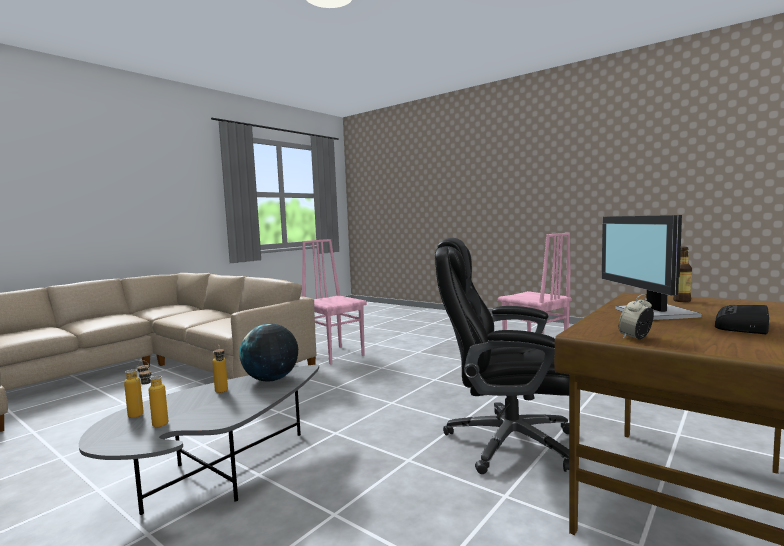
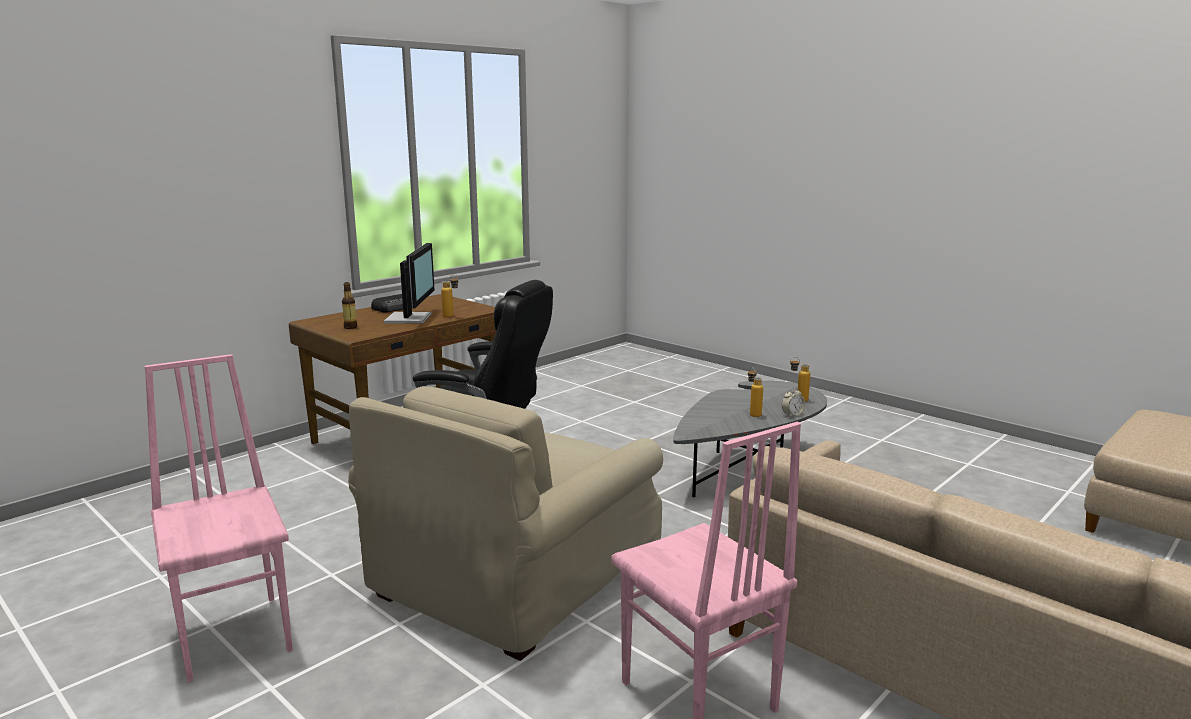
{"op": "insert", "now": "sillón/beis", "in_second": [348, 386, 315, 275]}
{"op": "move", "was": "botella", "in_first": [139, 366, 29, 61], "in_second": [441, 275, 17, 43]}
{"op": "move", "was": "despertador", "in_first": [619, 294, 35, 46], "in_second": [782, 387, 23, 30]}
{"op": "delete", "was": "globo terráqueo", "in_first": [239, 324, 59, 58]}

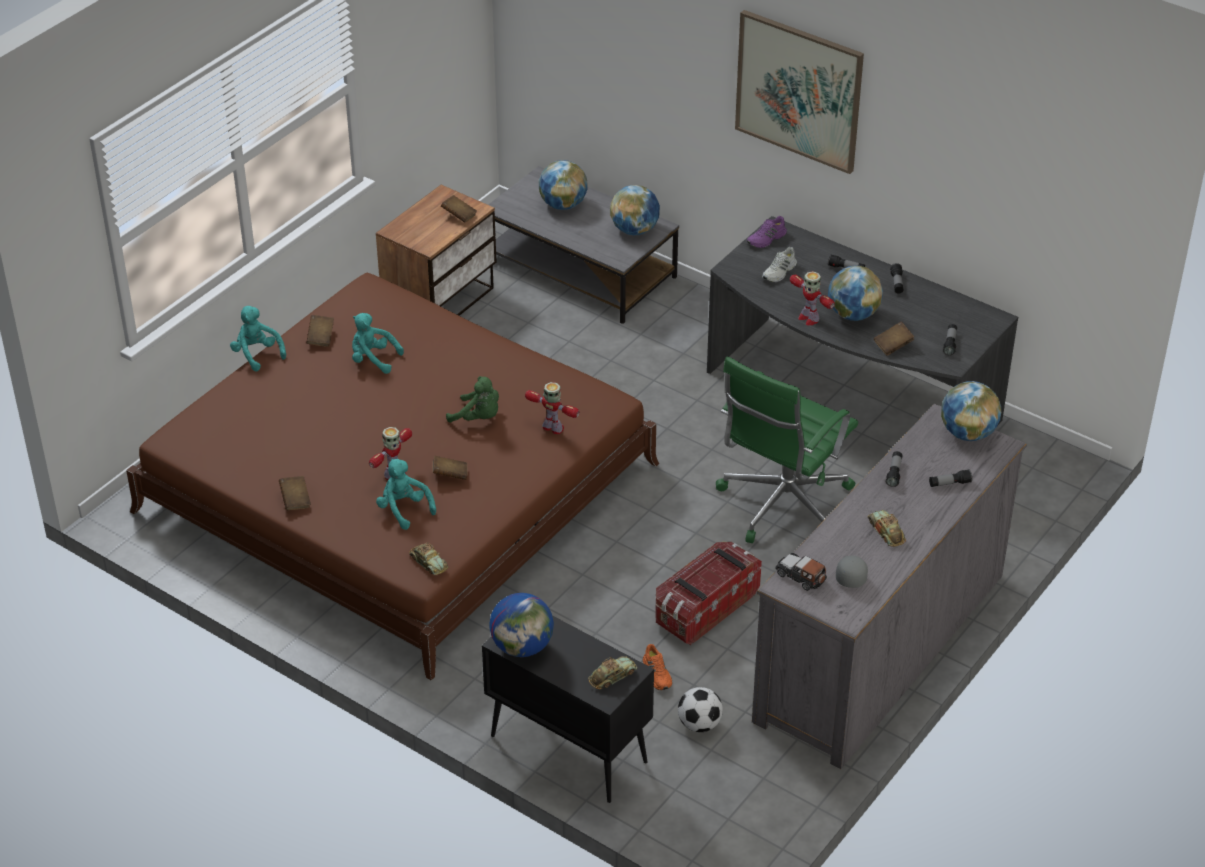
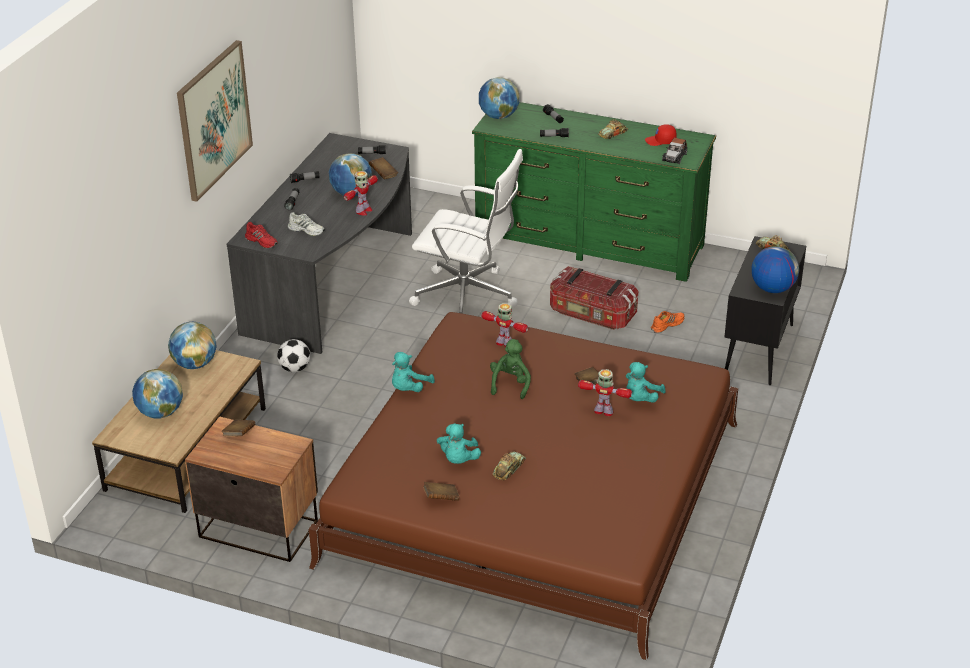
{"op": "recolor", "was": "mesa de centro/gris", "now": "mesa de centro/marrón", "in_first": [488, 166, 191, 158], "in_second": [92, 350, 174, 163]}
{"op": "recolor", "was": "zapato/morado", "now": "zapato/rojo", "in_first": [747, 216, 40, 32], "in_second": [245, 222, 33, 26]}
{"op": "move", "was": "balón de fútbol", "in_first": [678, 687, 45, 45], "in_second": [277, 339, 33, 33]}
{"op": "move", "was": "peluche/turquesa", "in_first": [230, 306, 56, 66], "in_second": [392, 352, 43, 40]}
{"op": "recolor", "was": "silla de oficina/verde", "now": "silla de oficina/blanco", "in_first": [716, 356, 142, 187], "in_second": [409, 149, 114, 165]}
{"op": "recolor", "was": "cómoda/gris", "now": "cómoda/verde", "in_first": [752, 404, 275, 365], "in_second": [472, 102, 244, 180]}
{"op": "rotate", "was": "robot de juguete", "in_first": [525, 382, 55, 52], "in_second": [481, 303, 47, 44], "clockwise": 105}
{"op": "move", "was": "coche de juguete", "in_first": [409, 542, 39, 33], "in_second": [492, 451, 34, 29]}
{"op": "recolor", "was": "gorra/gris", "now": "gorra/rojo", "in_first": [836, 556, 32, 32], "in_second": [645, 124, 32, 22]}
{"op": "delete", "was": "libro/marrón", "in_first": [279, 476, 32, 34]}

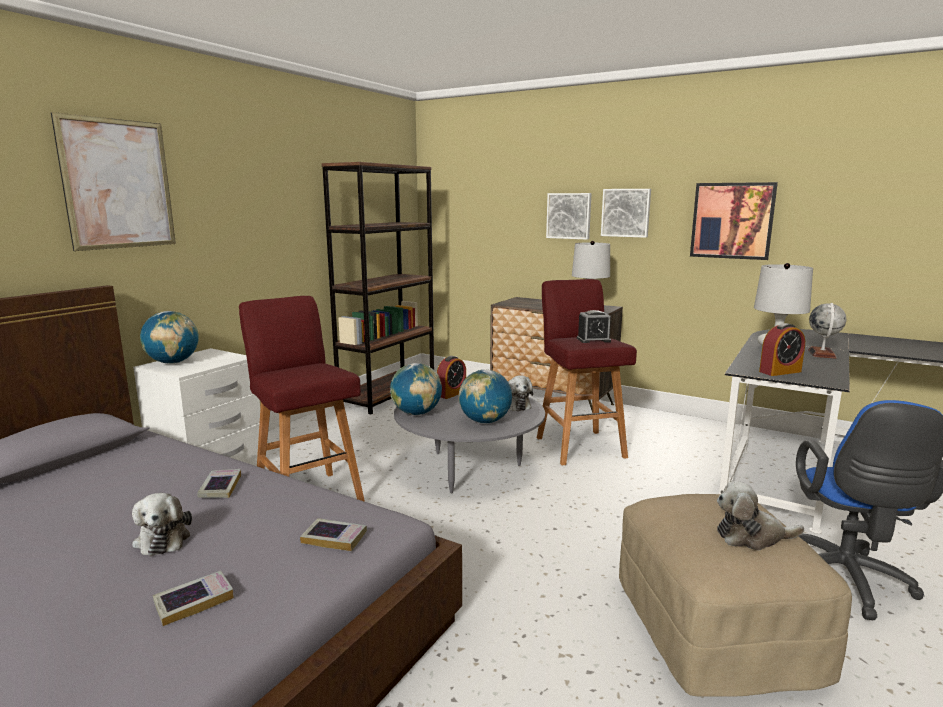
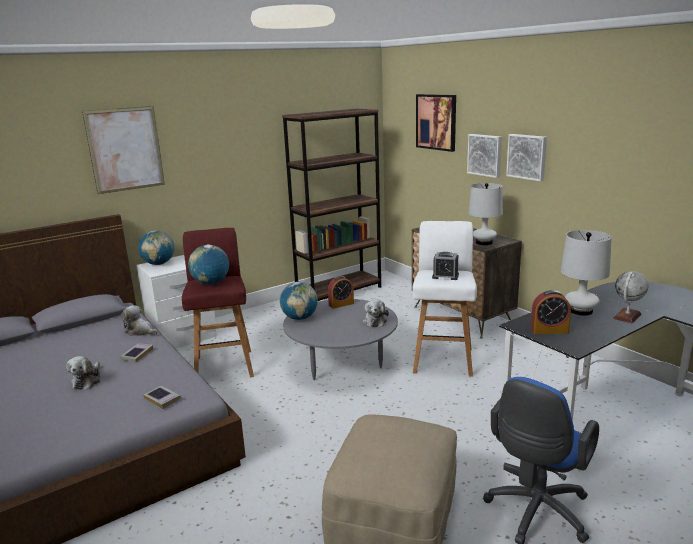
{"op": "move", "was": "peluche", "in_first": [717, 481, 87, 70], "in_second": [121, 305, 37, 31]}
{"op": "move", "was": "globo terráqueo", "in_first": [458, 369, 54, 55], "in_second": [188, 244, 41, 41]}
{"op": "recolor", "was": "taburete/rojo", "now": "taburete/blanco", "in_first": [537, 279, 100, 187], "in_second": [412, 221, 65, 156]}
{"op": "move", "was": "cuadro", "in_first": [690, 182, 88, 78], "in_second": [416, 94, 40, 58]}
{"op": "delete", "was": "libro", "in_first": [153, 571, 81, 55]}

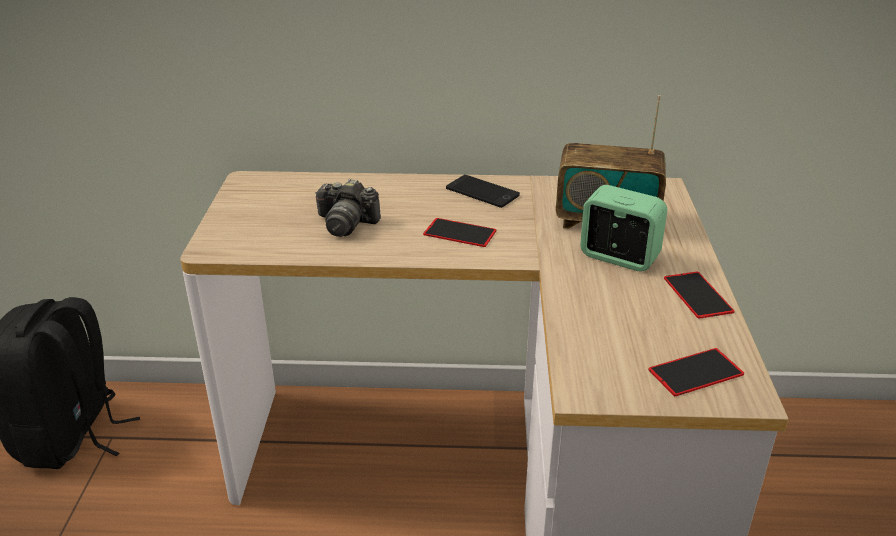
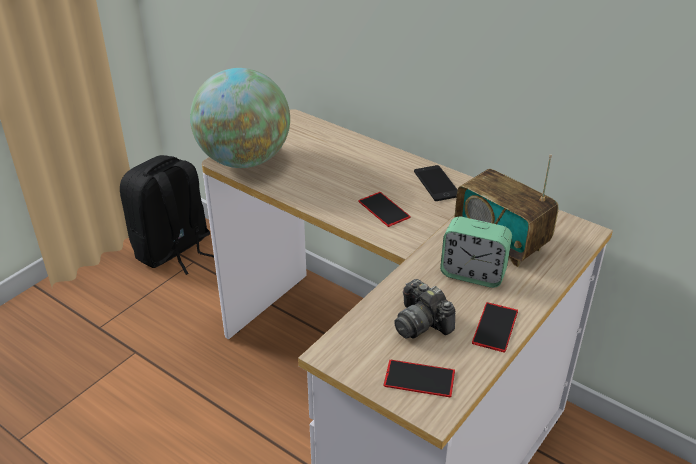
{"op": "insert", "now": "globo terráqueo", "in_second": [190, 68, 100, 100]}
{"op": "move", "was": "cámara", "in_first": [315, 179, 66, 58], "in_second": [394, 279, 61, 59]}
{"op": "rotate", "was": "despertador", "in_first": [580, 185, 87, 86], "in_second": [440, 217, 72, 71], "clockwise": 135}

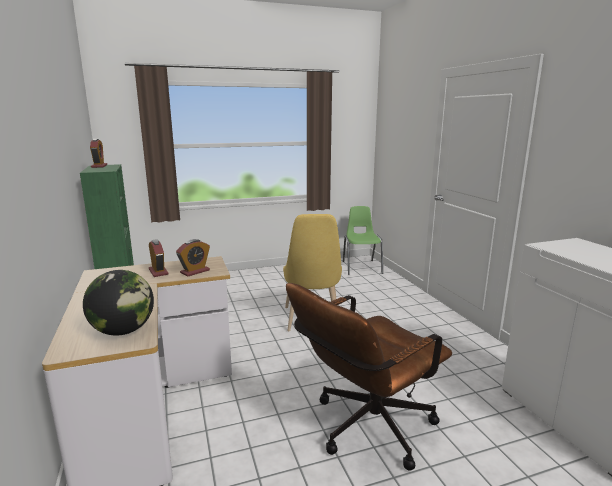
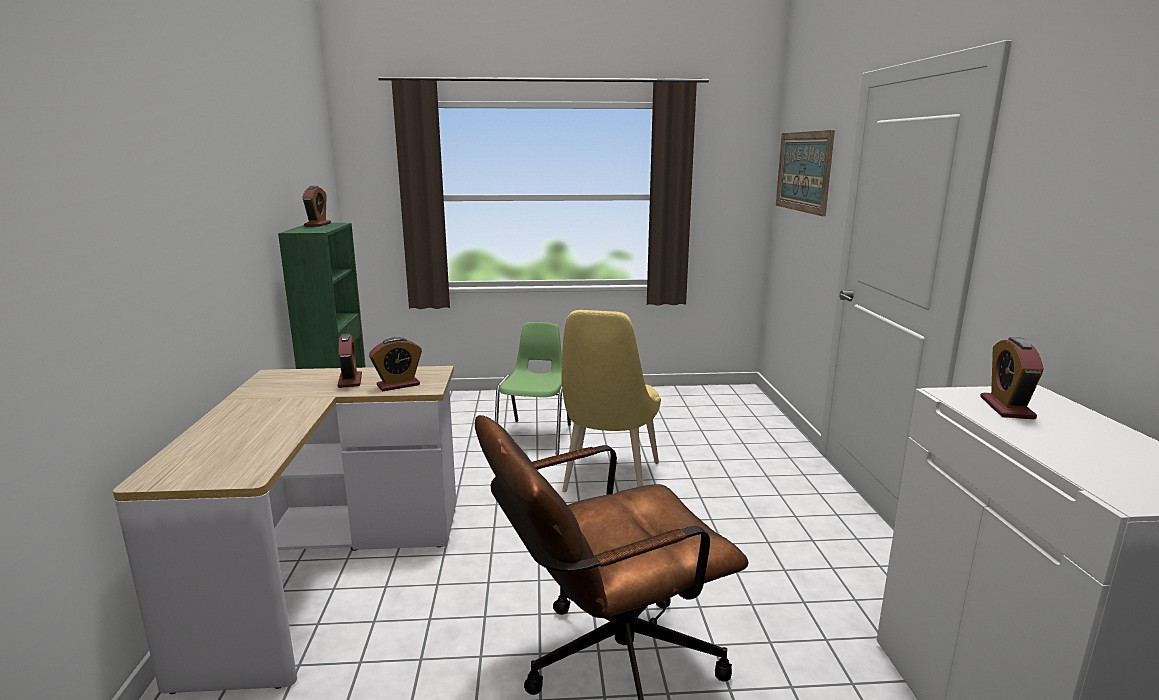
{"op": "move", "was": "silla/verde", "in_first": [343, 206, 40, 69], "in_second": [495, 322, 76, 133]}
{"op": "insert", "now": "cuadro", "in_second": [776, 130, 59, 86]}
{"op": "insert", "now": "despertador", "in_second": [980, 337, 64, 82]}
{"op": "delete", "was": "globo terráqueo", "in_first": [83, 270, 71, 66]}

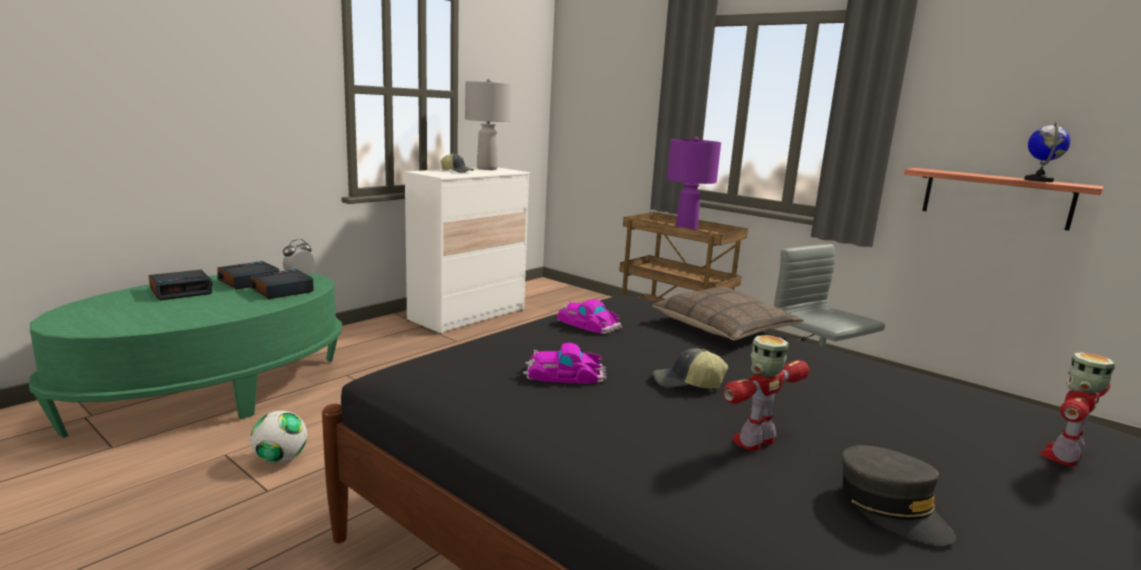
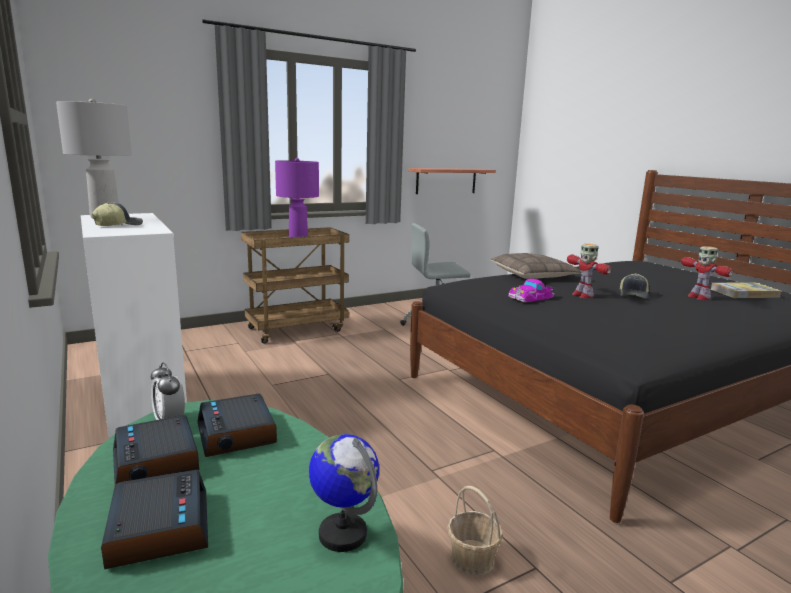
{"op": "move", "was": "globo terráqueo", "in_first": [1025, 121, 45, 61], "in_second": [309, 434, 70, 118]}
{"op": "replace", "was": "balón de fútbol", "now": "cesta", "in_first": [250, 411, 57, 53], "in_second": [447, 486, 56, 90]}
{"op": "move", "was": "robot de juguete", "in_first": [1039, 352, 76, 114], "in_second": [567, 244, 45, 54]}
{"op": "replace", "was": "gorra/gris", "now": "libro", "in_first": [842, 445, 114, 100], "in_second": [711, 283, 70, 15]}
{"op": "delete", "was": "coche de juguete", "in_first": [523, 343, 84, 40]}

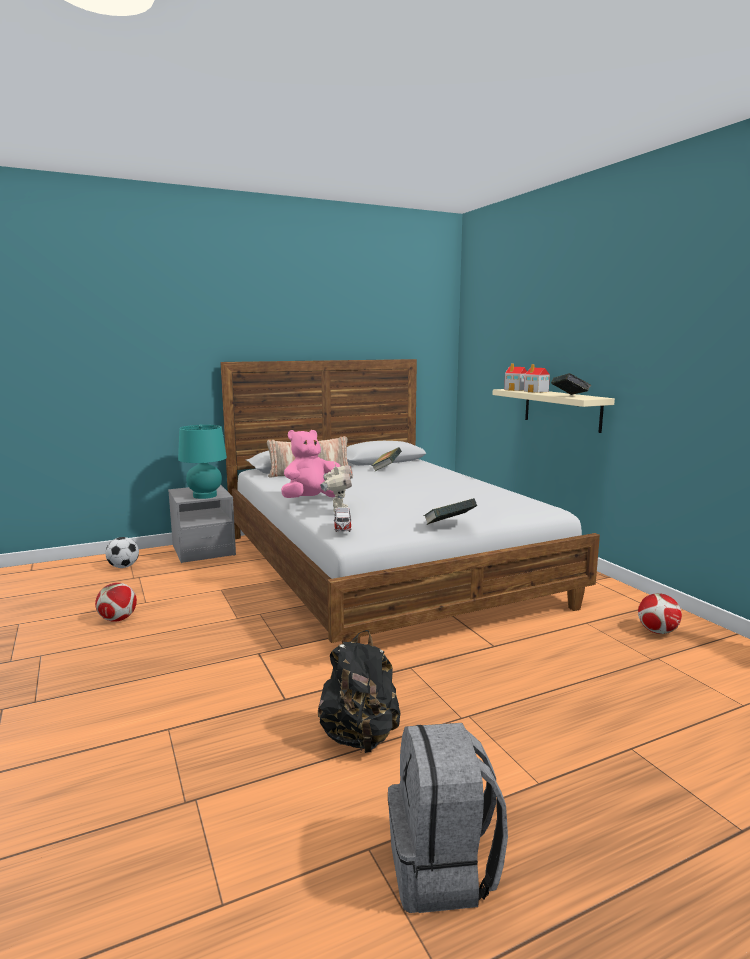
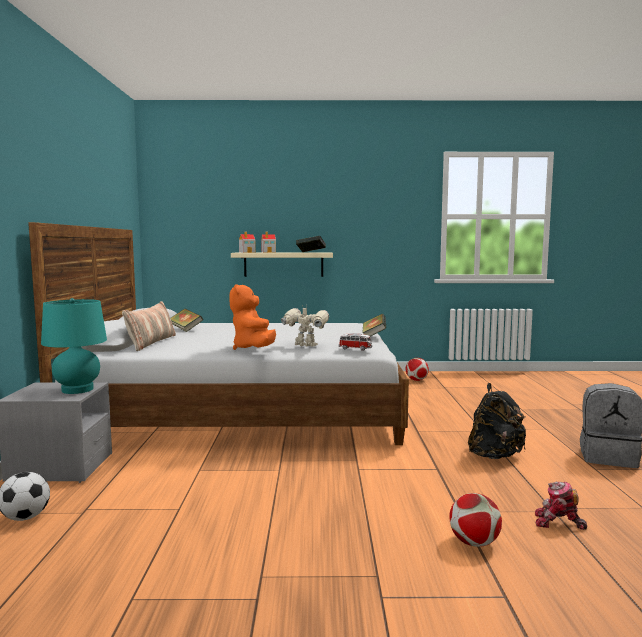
{"op": "recolor", "was": "peluche/rosa", "now": "peluche/naranja", "in_first": [281, 430, 59, 68], "in_second": [229, 284, 47, 66]}
{"op": "move", "was": "balón de fútbol", "in_first": [95, 583, 42, 39], "in_second": [449, 493, 53, 54]}
{"op": "insert", "now": "robot de juguete", "in_second": [535, 482, 52, 48]}

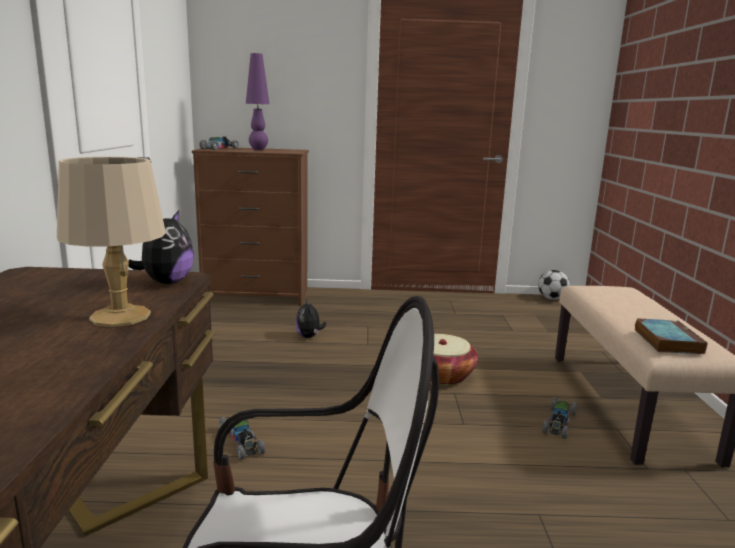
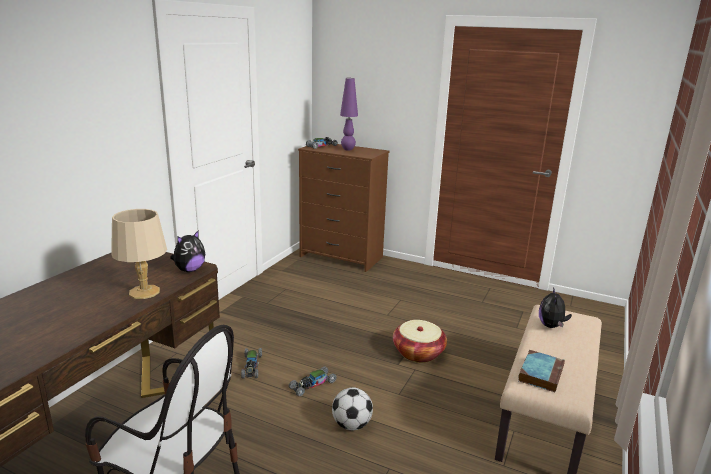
{"op": "move", "was": "coche de juguete", "in_first": [542, 397, 35, 42], "in_second": [289, 367, 48, 29]}
{"op": "move", "was": "balón de fútbol", "in_first": [538, 270, 32, 30], "in_second": [332, 387, 41, 43]}
{"op": "move", "was": "peluche", "in_first": [295, 298, 31, 40], "in_second": [539, 287, 33, 41]}

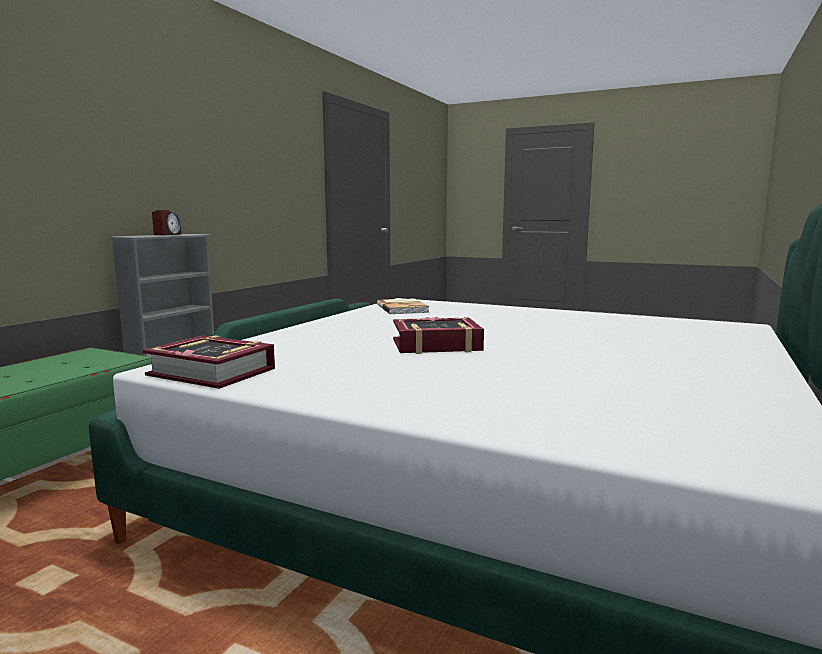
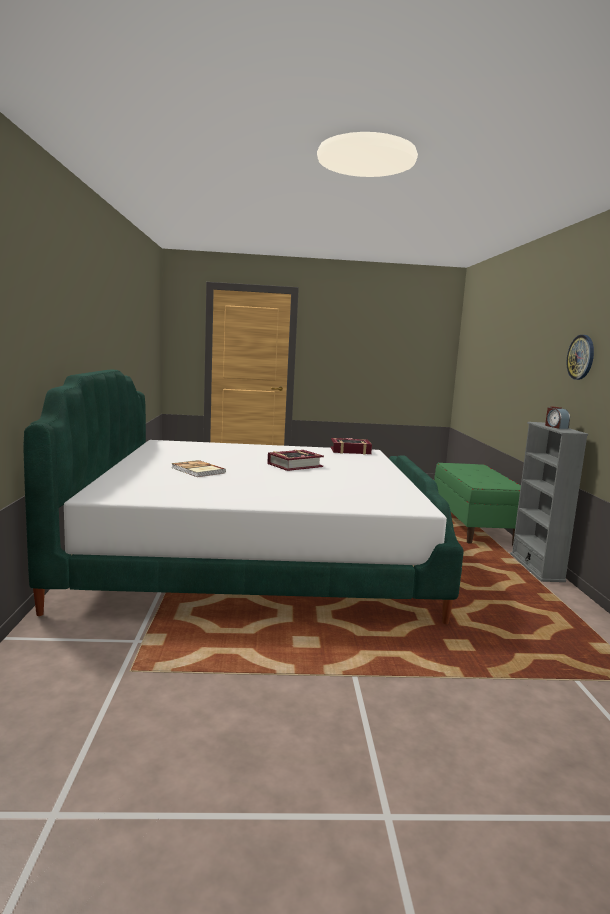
{"op": "move", "was": "libro", "in_first": [377, 298, 52, 16], "in_second": [172, 460, 54, 17]}
{"op": "insert", "now": "reloj de pared", "in_second": [567, 335, 27, 45]}

